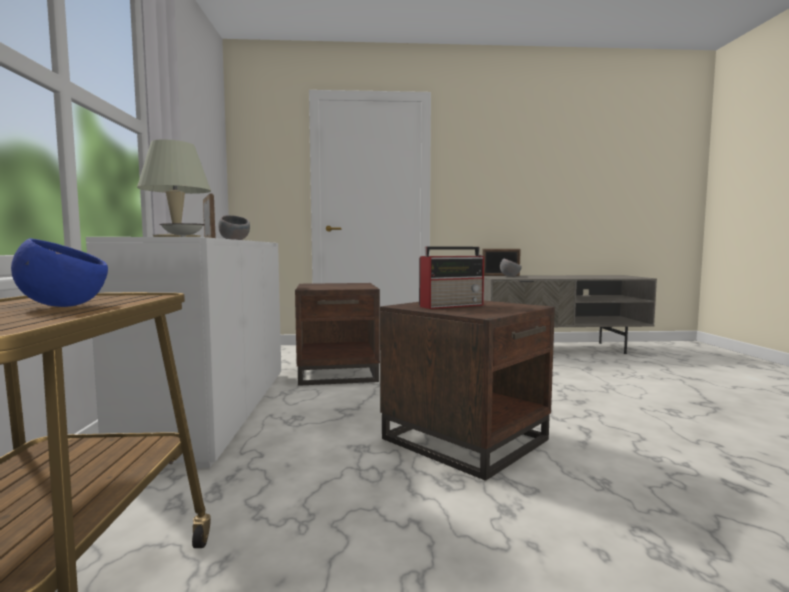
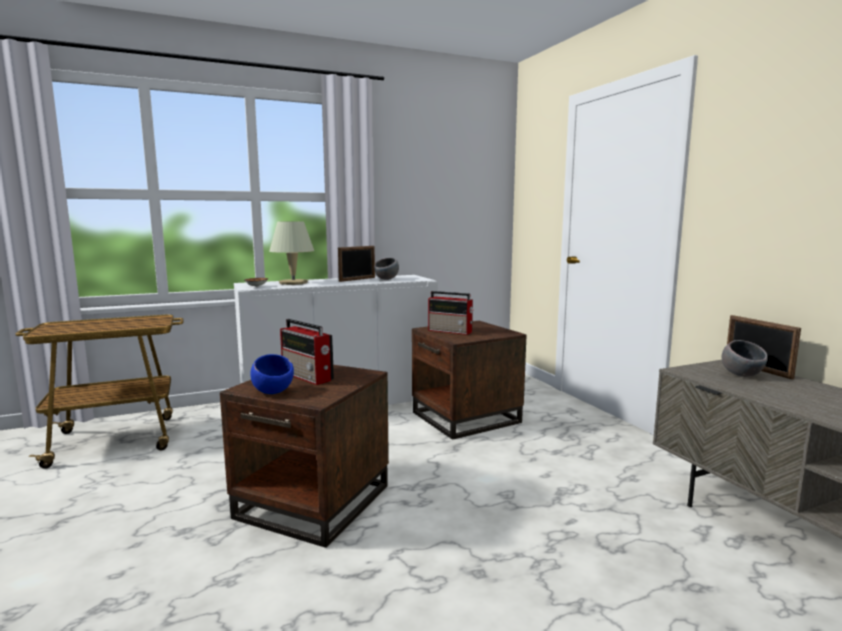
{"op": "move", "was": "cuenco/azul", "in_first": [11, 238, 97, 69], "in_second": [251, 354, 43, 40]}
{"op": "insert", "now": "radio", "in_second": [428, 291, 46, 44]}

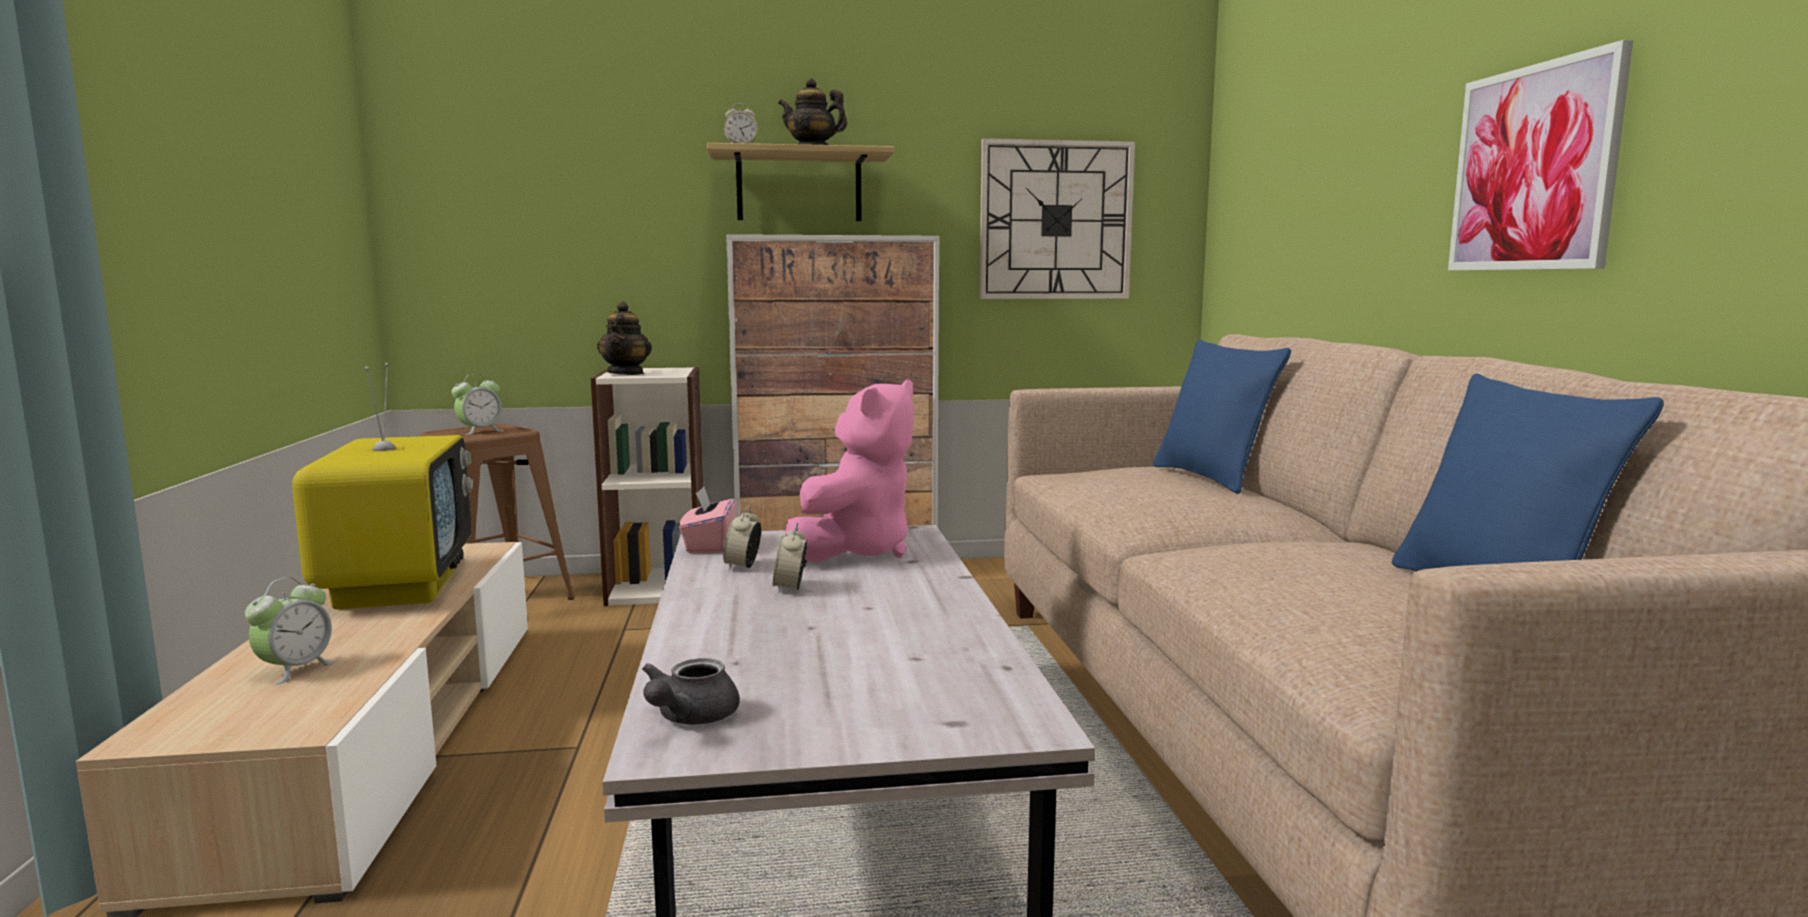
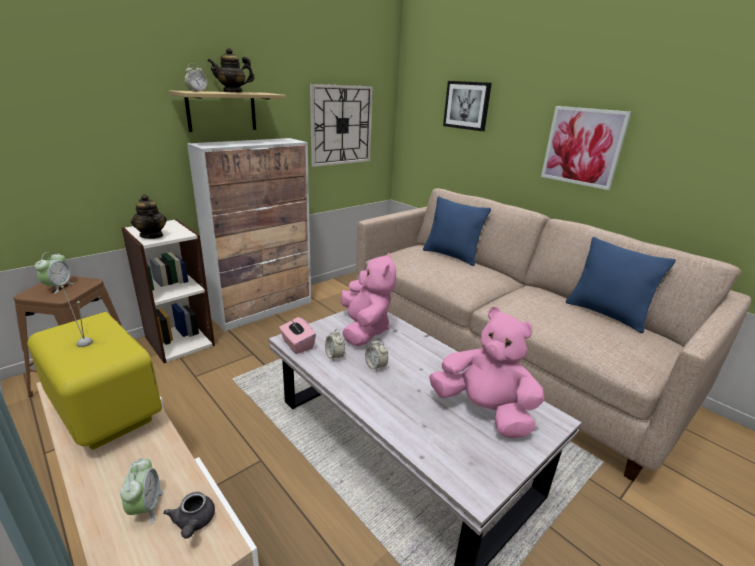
{"op": "move", "was": "tetera/gris", "in_first": [642, 658, 98, 67], "in_second": [163, 492, 52, 47]}
{"op": "insert", "now": "peluche/rosa", "in_second": [429, 307, 115, 131]}
{"op": "insert", "now": "cuadro", "in_second": [443, 81, 49, 50]}

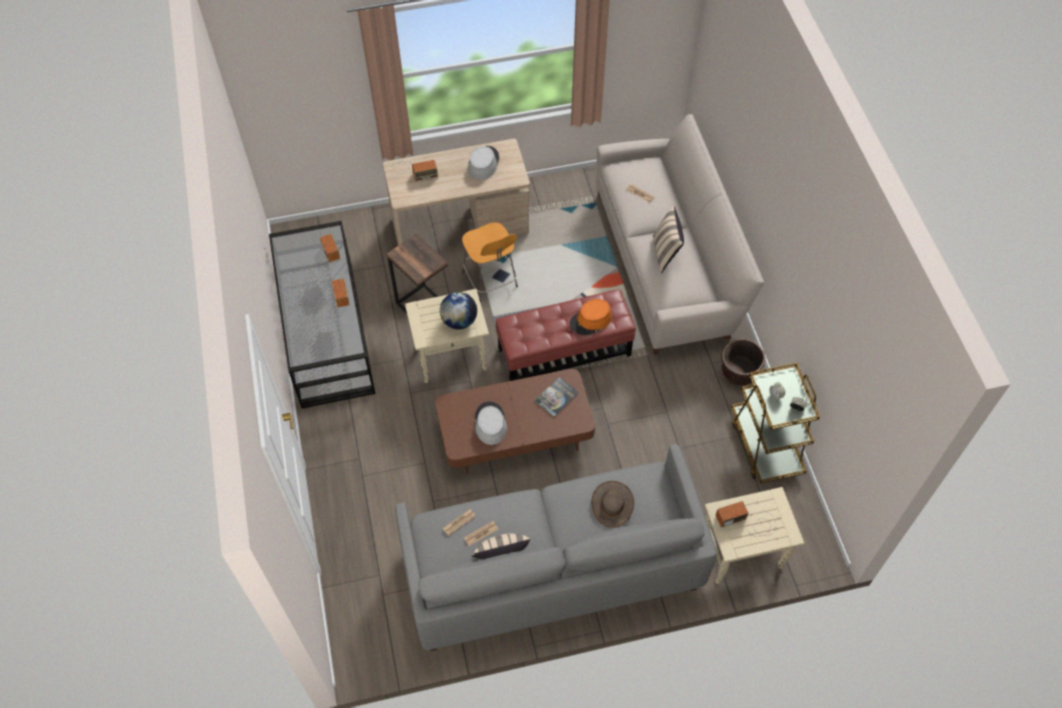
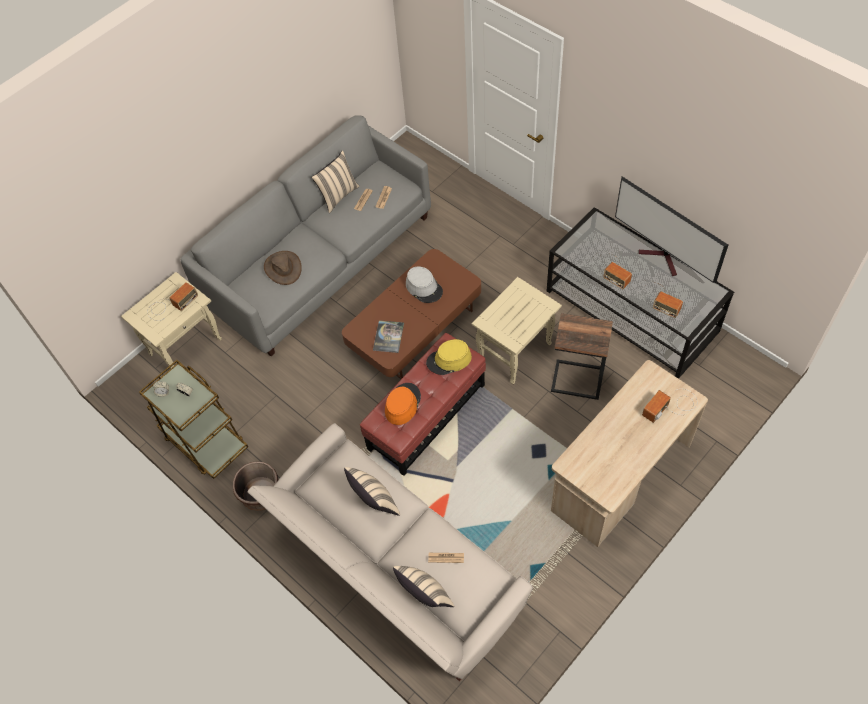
{"op": "insert", "now": "cojín/beis", "in_second": [393, 566, 61, 41]}
{"op": "insert", "now": "sombrero/amarillo", "in_second": [426, 339, 46, 36]}
{"op": "insert", "now": "televisor", "in_second": [615, 176, 113, 107]}
{"op": "delete", "was": "globo terráqueo", "in_first": [440, 292, 37, 37]}
{"op": "delete", "was": "taburete/naranja", "in_first": [462, 222, 56, 80]}
{"op": "delete", "was": "sombrero/gris", "in_first": [468, 146, 31, 34]}

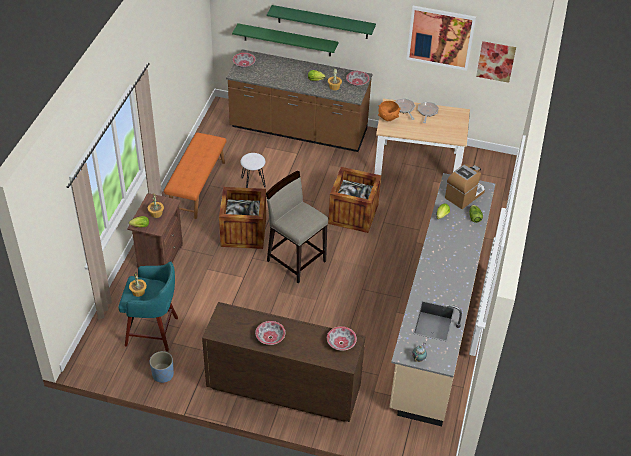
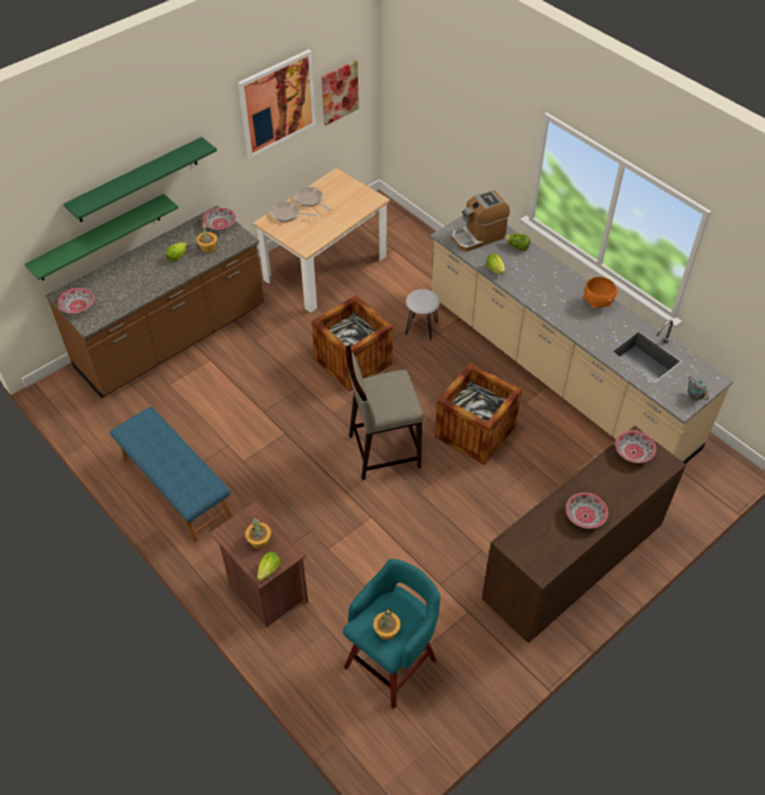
{"op": "recolor", "was": "banco/naranja", "now": "banco/azul", "in_first": [164, 133, 62, 86], "in_second": [110, 407, 122, 136]}
{"op": "move", "was": "taburete/blanco", "in_first": [240, 153, 26, 35], "in_second": [405, 289, 35, 51]}
{"op": "move", "was": "caja de embalaje", "in_first": [219, 187, 47, 62], "in_second": [435, 363, 87, 102]}
{"op": "rotate", "was": "cafetera", "in_first": [445, 164, 40, 45], "in_second": [451, 190, 59, 62], "clockwise": -105}
{"op": "move", "was": "cuenco/naranja", "in_first": [378, 101, 23, 20], "in_second": [583, 277, 35, 31]}
{"op": "delete", "was": "maceta/azul", "in_first": [150, 351, 24, 32]}

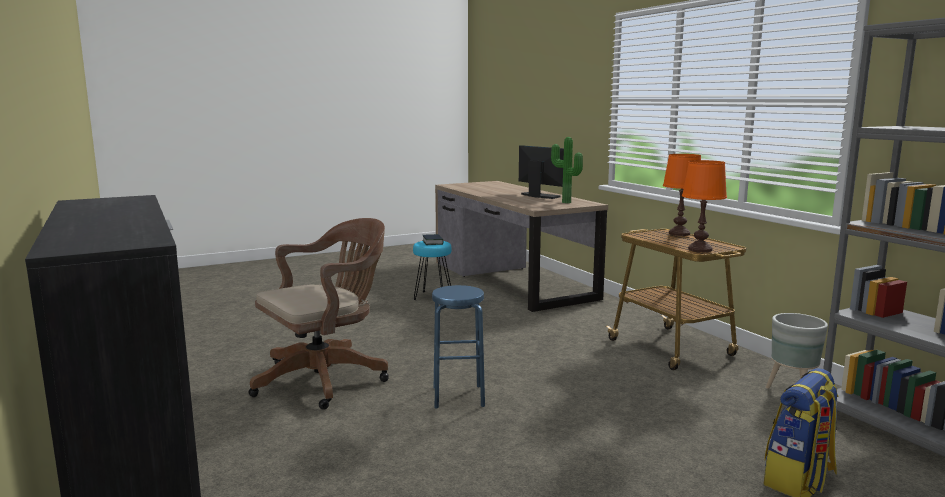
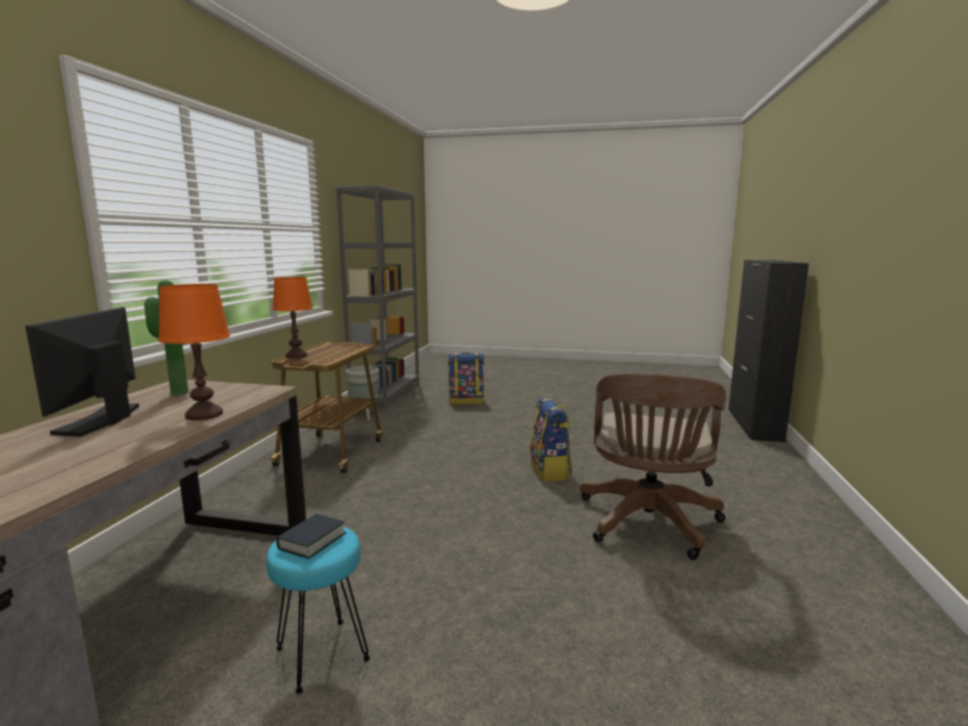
{"op": "move", "was": "lámpara de mesa/naranja", "in_first": [682, 160, 45, 92], "in_second": [158, 284, 72, 136]}
{"op": "replace", "was": "taburete/azul", "now": "mochila", "in_first": [432, 285, 53, 124], "in_second": [530, 397, 42, 85]}
{"op": "rotate", "was": "silla de oficina/marrón", "in_first": [248, 218, 141, 192], "in_second": [580, 373, 146, 187], "clockwise": -75}

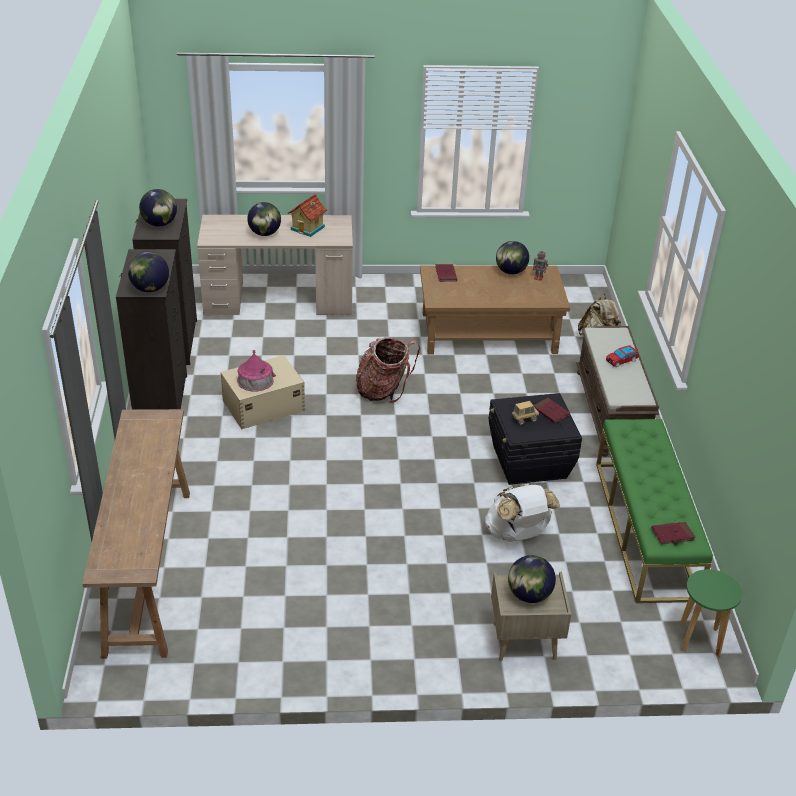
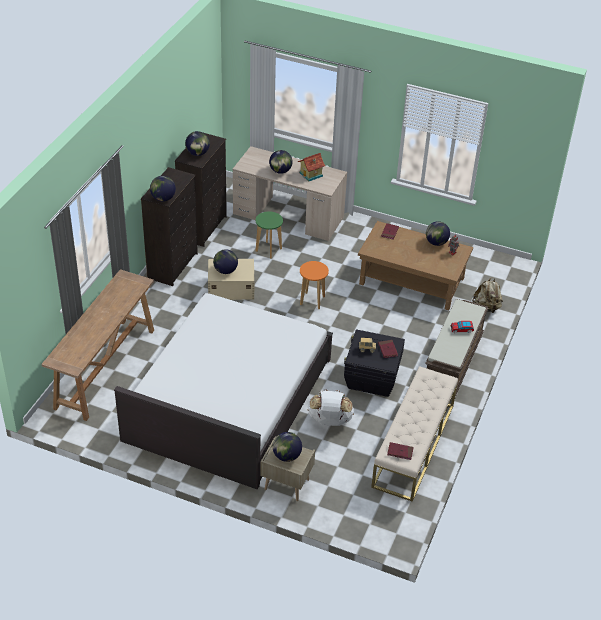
{"op": "insert", "now": "cama/blanco", "in_second": [114, 293, 219, 197]}
{"op": "replace", "was": "casita", "now": "globo terráqueo", "in_first": [237, 350, 39, 41], "in_second": [213, 249, 25, 25]}
{"op": "move", "was": "taburete/verde", "in_first": [680, 569, 62, 88], "in_second": [256, 211, 27, 48]}
{"op": "replace", "was": "mochila", "now": "taburete/naranja", "in_first": [356, 337, 64, 66], "in_second": [300, 261, 29, 48]}
{"op": "recolor", "was": "banco/verde", "now": "banco/beis", "in_first": [596, 419, 117, 184], "in_second": [371, 366, 87, 136]}

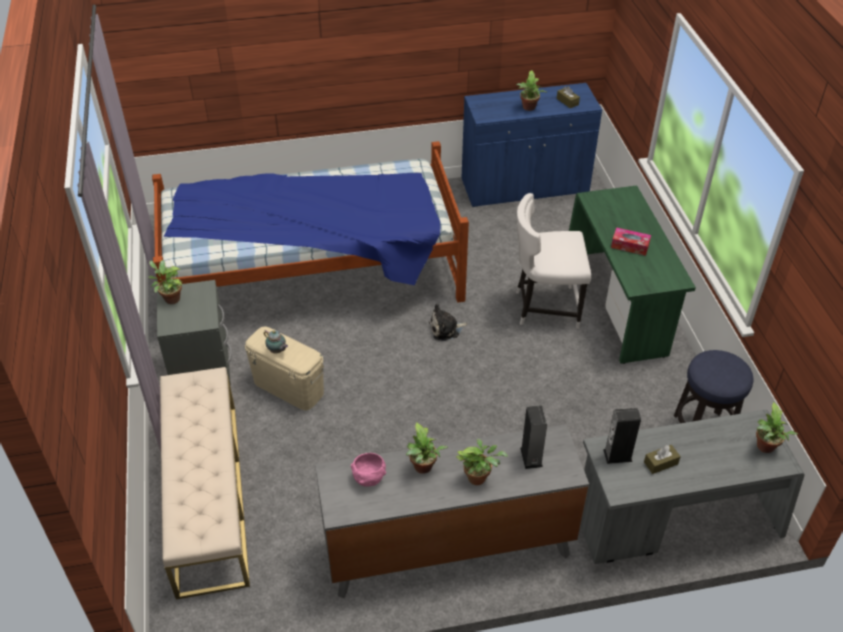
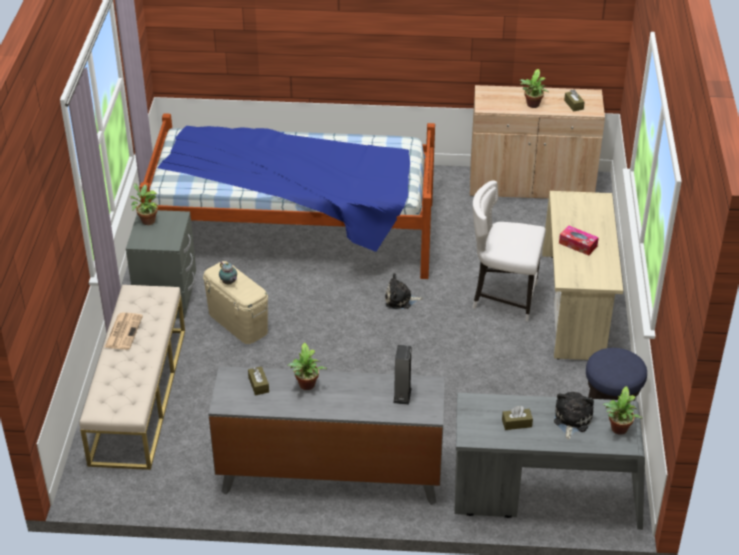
{"op": "insert", "now": "periódico", "in_second": [104, 313, 39, 37]}
{"op": "replace", "was": "cuenco/rosa", "now": "caja de pañuelos/marrón", "in_first": [351, 453, 35, 34], "in_second": [248, 366, 21, 30]}
{"op": "recolor", "was": "armario/azul", "now": "armario/beis", "in_first": [461, 83, 141, 124], "in_second": [470, 85, 135, 114]}
{"op": "recolor", "was": "escritorio/verde", "now": "escritorio/beis", "in_first": [569, 186, 127, 178], "in_second": [542, 191, 81, 169]}
{"op": "insert", "now": "peluche", "in_second": [554, 392, 40, 48]}
{"op": "delete", "was": "planta en maceta", "in_first": [456, 439, 52, 46]}
{"op": "delete", "was": "altavoz", "in_first": [603, 408, 38, 56]}

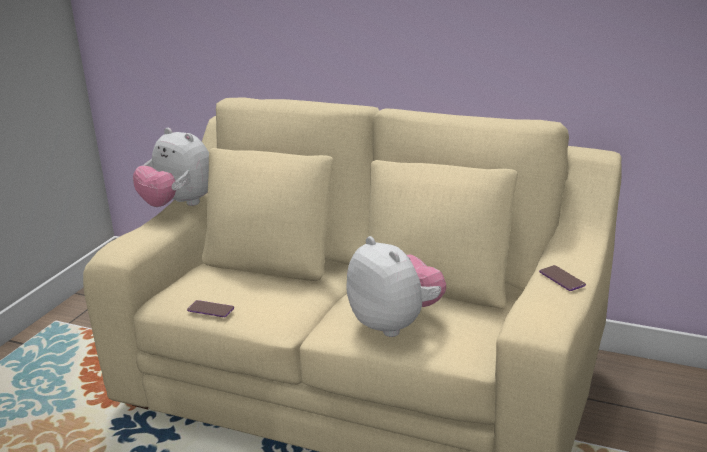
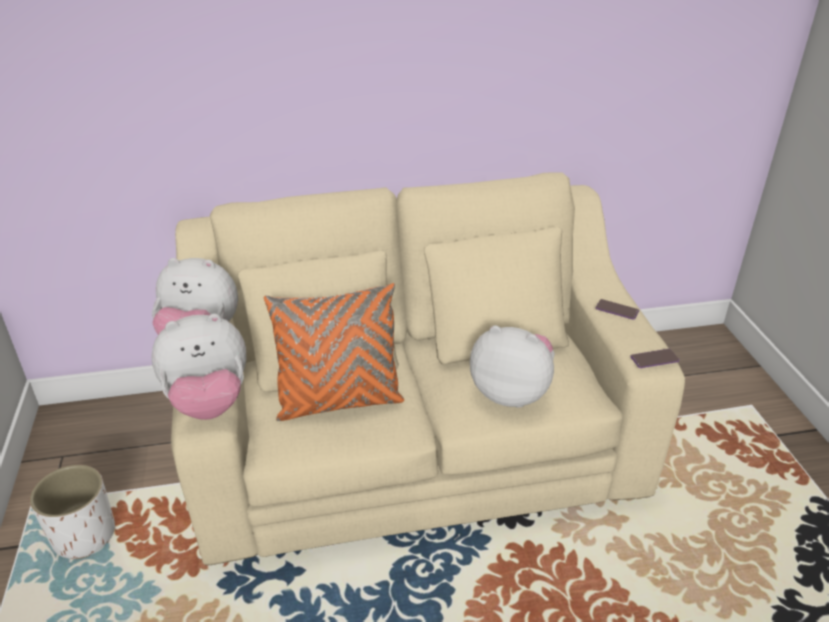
{"op": "insert", "now": "maceta/blanco", "in_second": [30, 465, 85, 94]}
{"op": "insert", "now": "peluche", "in_second": [151, 314, 95, 106]}
{"op": "insert", "now": "cojín/naranja", "in_second": [264, 283, 140, 138]}
{"op": "move", "was": "móvil", "in_first": [187, 300, 47, 17], "in_second": [631, 349, 48, 19]}

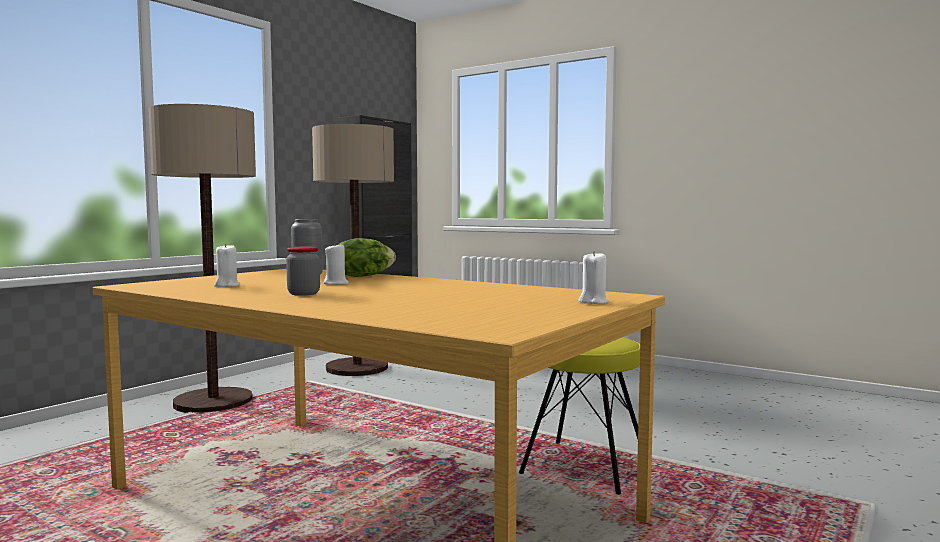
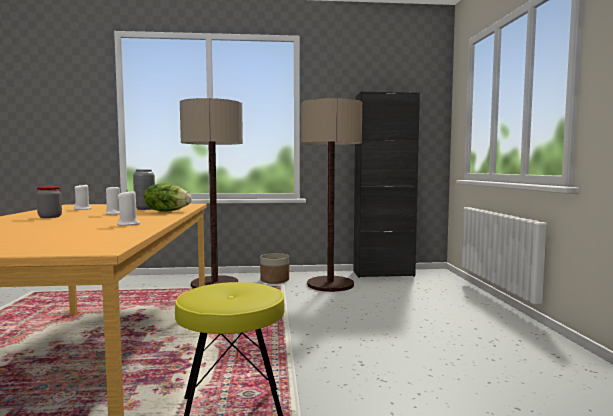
{"op": "move", "was": "vela/blanco", "in_first": [578, 251, 31, 53], "in_second": [117, 189, 23, 37]}
{"op": "insert", "now": "maceta", "in_second": [260, 253, 29, 31]}

